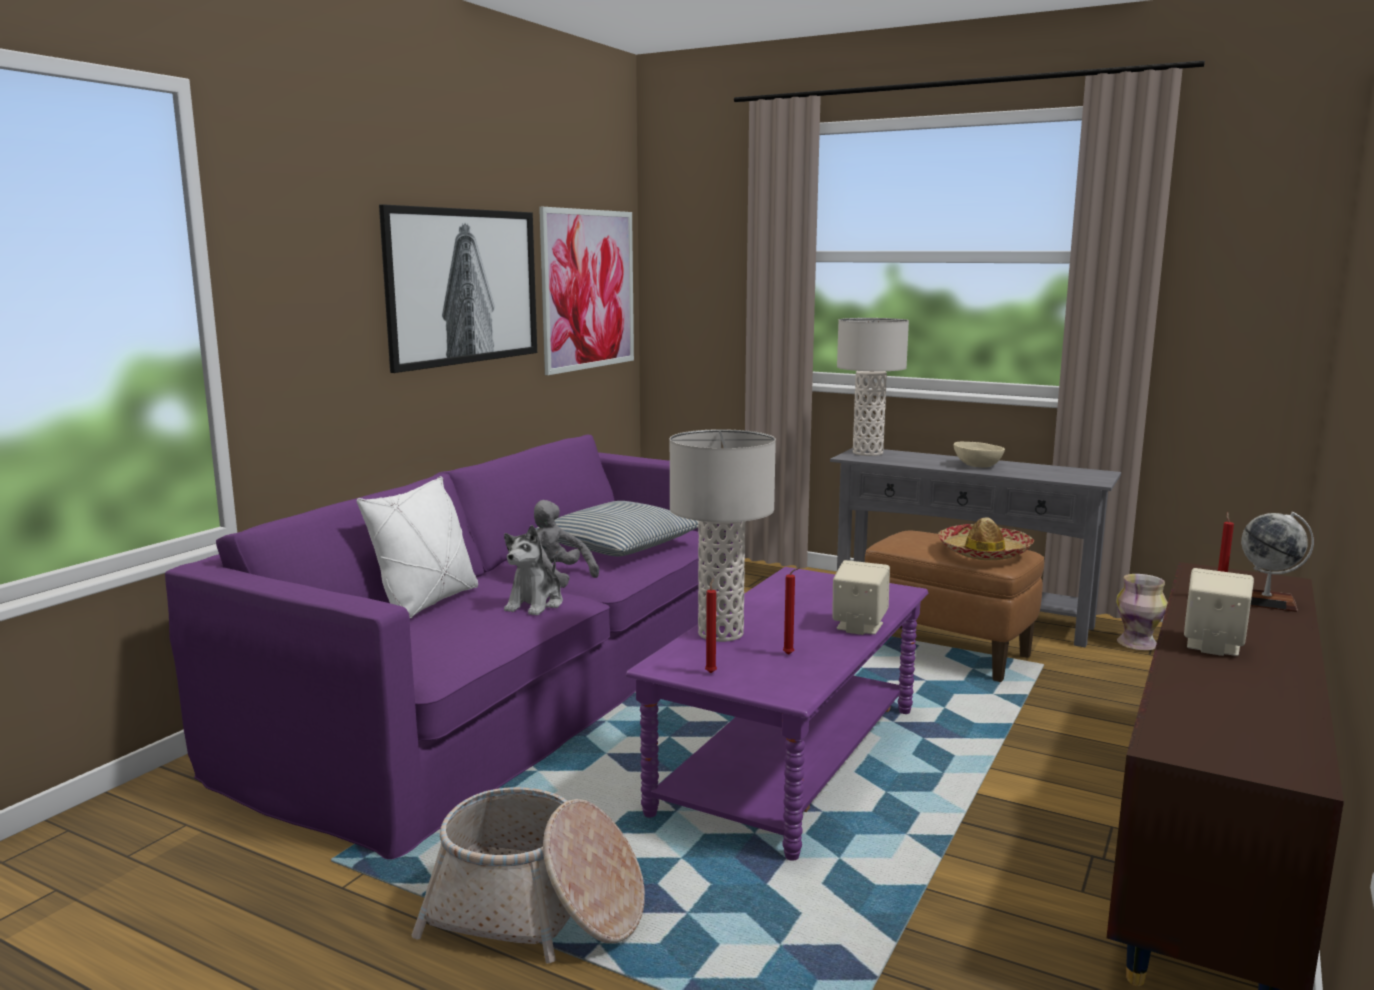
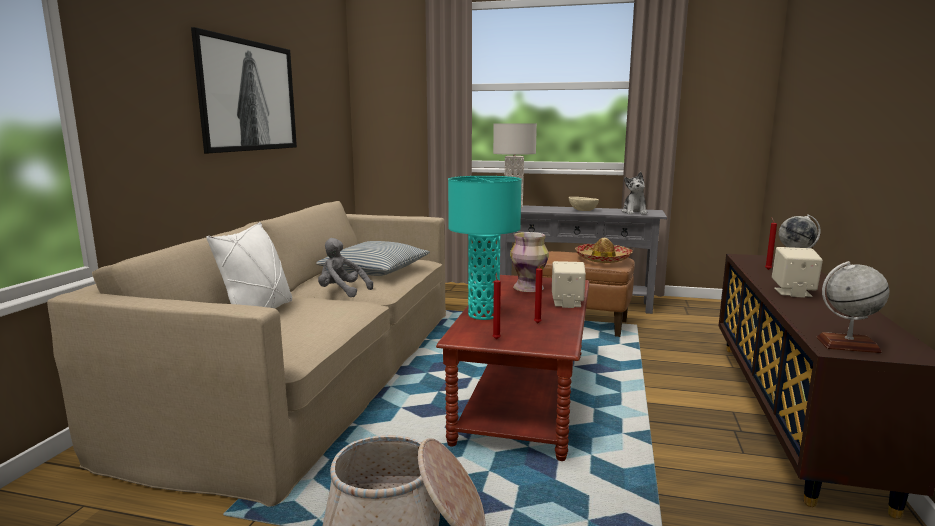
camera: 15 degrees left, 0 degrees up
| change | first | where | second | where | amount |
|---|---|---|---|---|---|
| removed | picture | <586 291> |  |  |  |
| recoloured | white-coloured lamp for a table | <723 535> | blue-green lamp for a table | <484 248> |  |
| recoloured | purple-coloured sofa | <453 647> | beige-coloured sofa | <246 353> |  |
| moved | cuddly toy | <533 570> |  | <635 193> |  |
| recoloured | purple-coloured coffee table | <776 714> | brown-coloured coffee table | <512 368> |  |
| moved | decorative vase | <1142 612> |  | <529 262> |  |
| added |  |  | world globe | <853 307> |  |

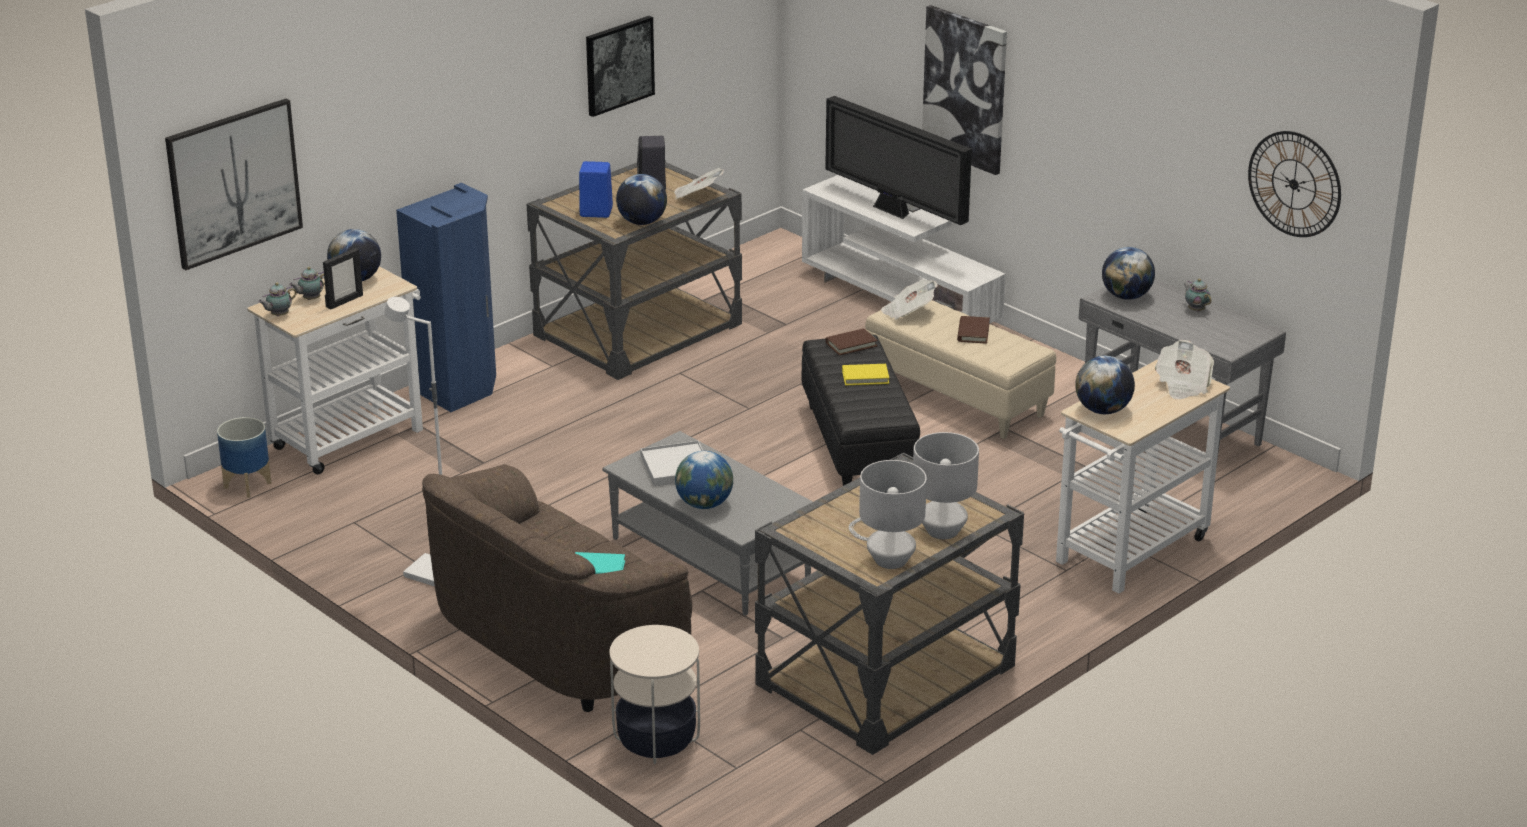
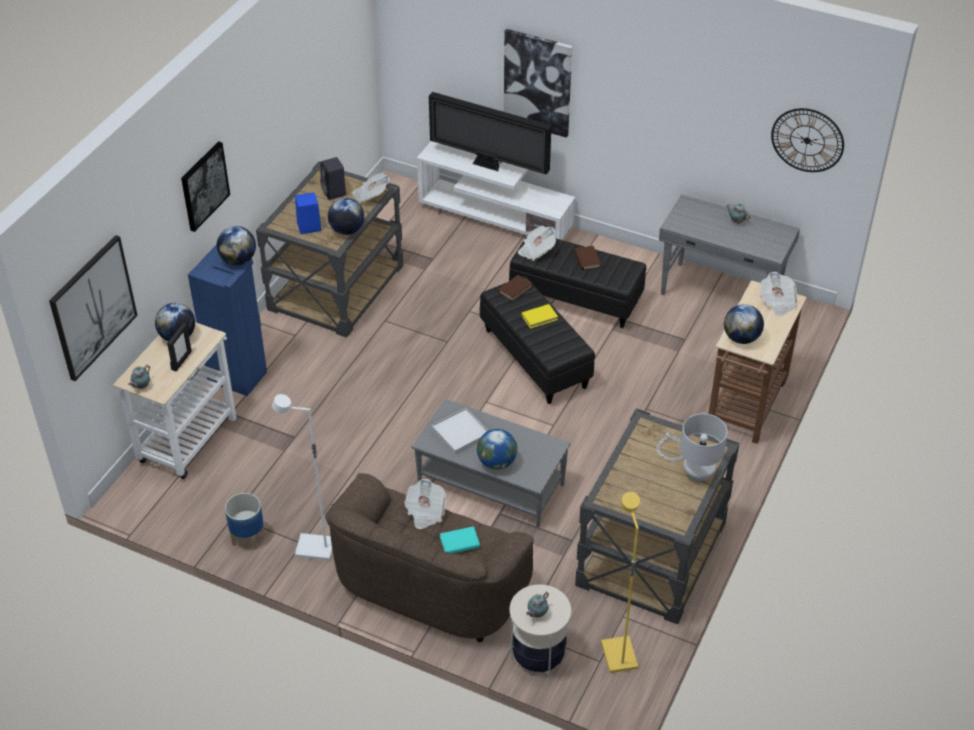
camera: 20 degrees left, 15 degrees up
| change | first | where | second | where | amount |
|---|---|---|---|---|---|
| moved | picture | <620 66> |  | <205 186> |  |
| moved | world globe | <1128 273> |  | <236 245> |  |
| moved | pot for tea | <307 283> |  | <537 605> |  |
| recoloured | beige-coloured pouffe | <960 369> | black pouffe | <577 280> |  |
| recoloured | white-coloured wheeled cart | <1143 476> | brown-coloured wheeled cart | <757 362> |  |
| moved | flower pot | <244 457> |  | <244 521> |  |
| removed | gray lamp for a table | <888 514> |  |  |  |
| added |  |  | printed paper | <425 504> |  |
| added |  |  | yellow-coloured floor lamp | <620 582> |  |

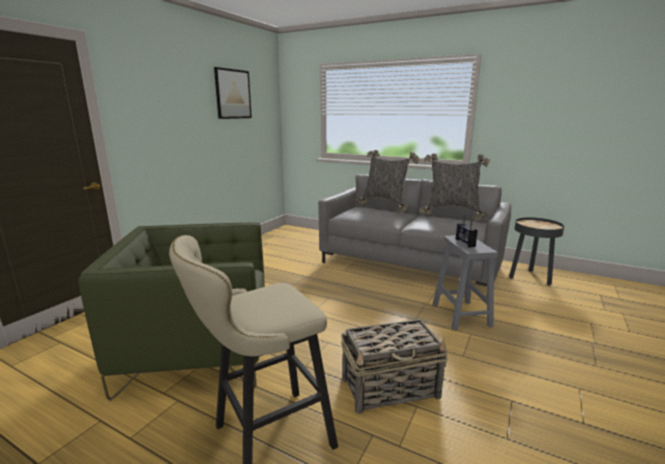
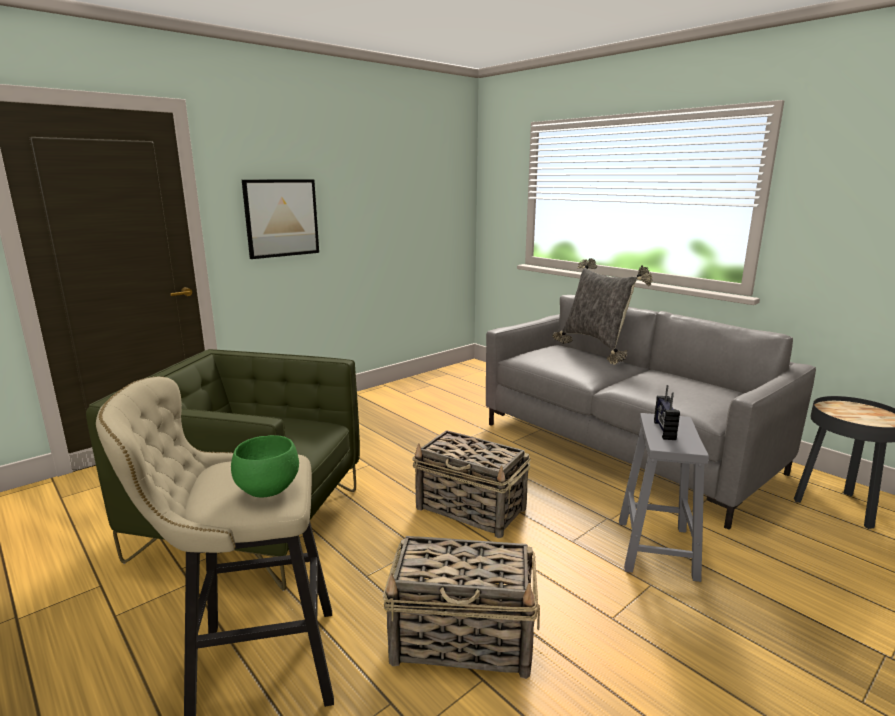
camera: 20 degrees right, 0 degrees up
| change | first | where | second | where | amount |
|---|---|---|---|---|---|
| moved | picture | <233 93> |  | <280 219> |  |
| removed | cushion | <454 187> |  |  |  |
| added |  |  | household basket | <471 484> |  |
| added |  |  | greenish bowl | <265 466> |  |

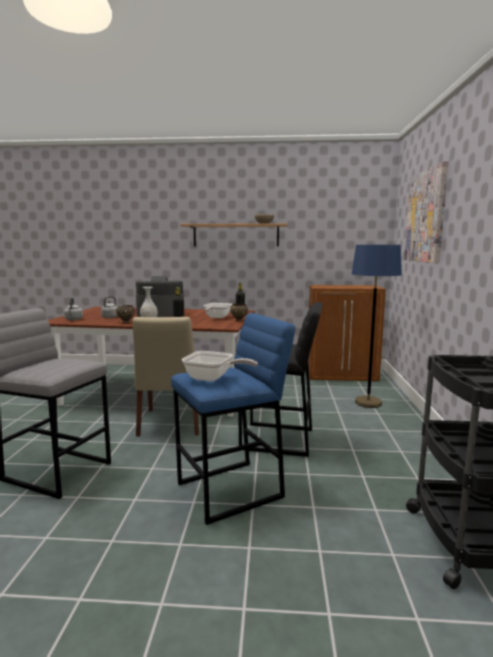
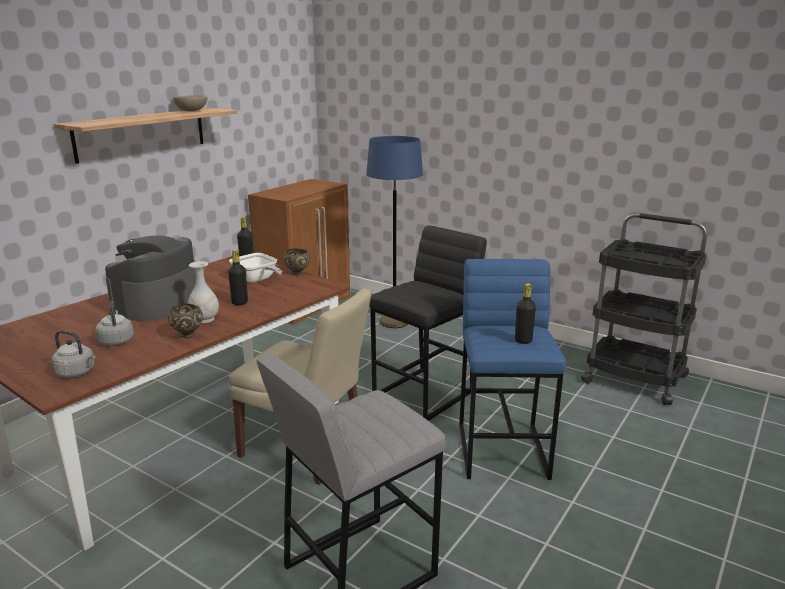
camera: 60 degrees left, 10 degrees up
| change | first | where | second | where | amount |
|---|---|---|---|---|---|
| removed | picture | <426 212> |  |  |  |
| replaced | frying pan | <220 366> | black bottle | <525 313> |  |

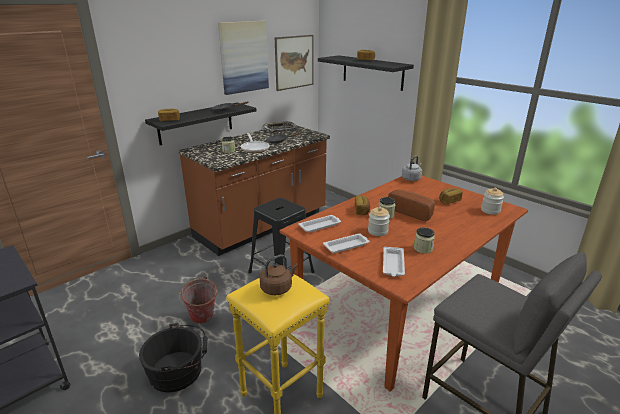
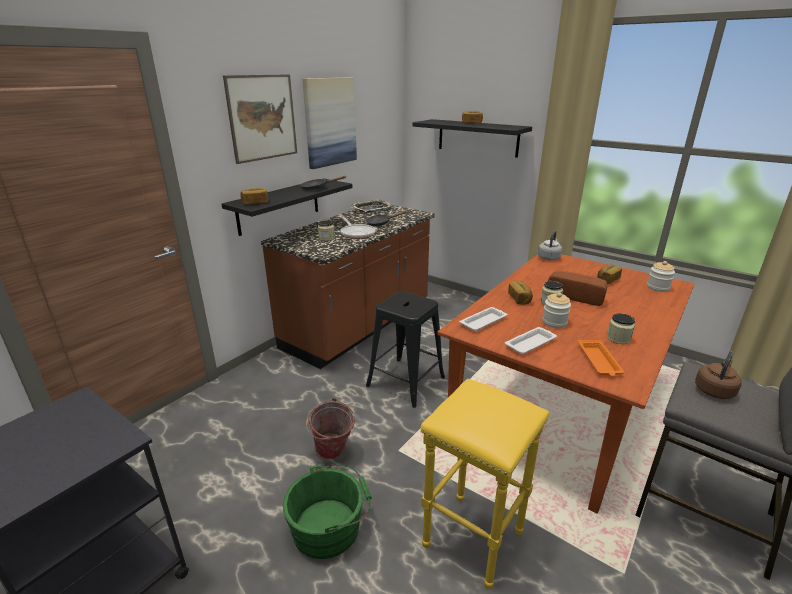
camera: 10 degrees left, 0 degrees up
| change | first | where | second | where | amount |
|---|---|---|---|---|---|
| moved | picture | <294 63> |  | <260 119> |  |
| recoloured | white-coloured carrying tray | <394 262> | orange carrying tray | <601 358> |  |
| moved | brown-coloured tea kettle | <279 275> |  | <718 375> |  |
| recoloured | black pail | <173 358> | greenish pail | <327 511> |  |

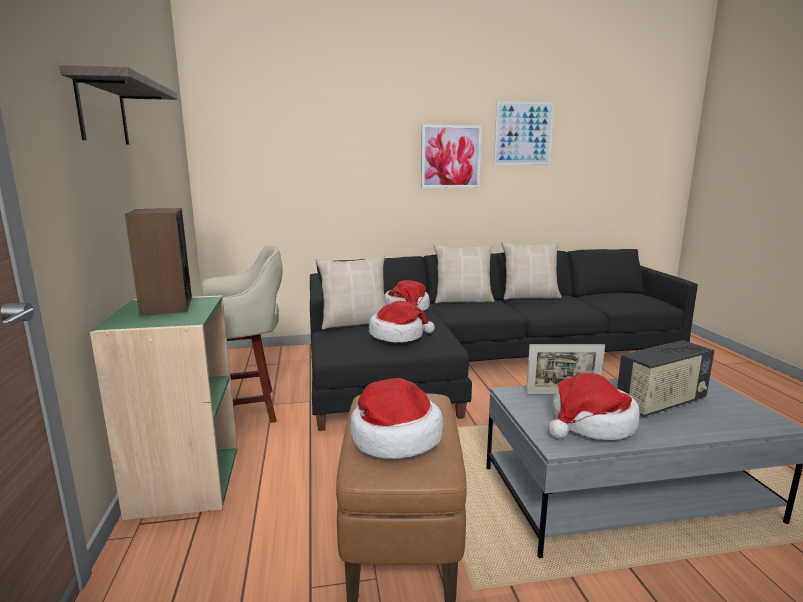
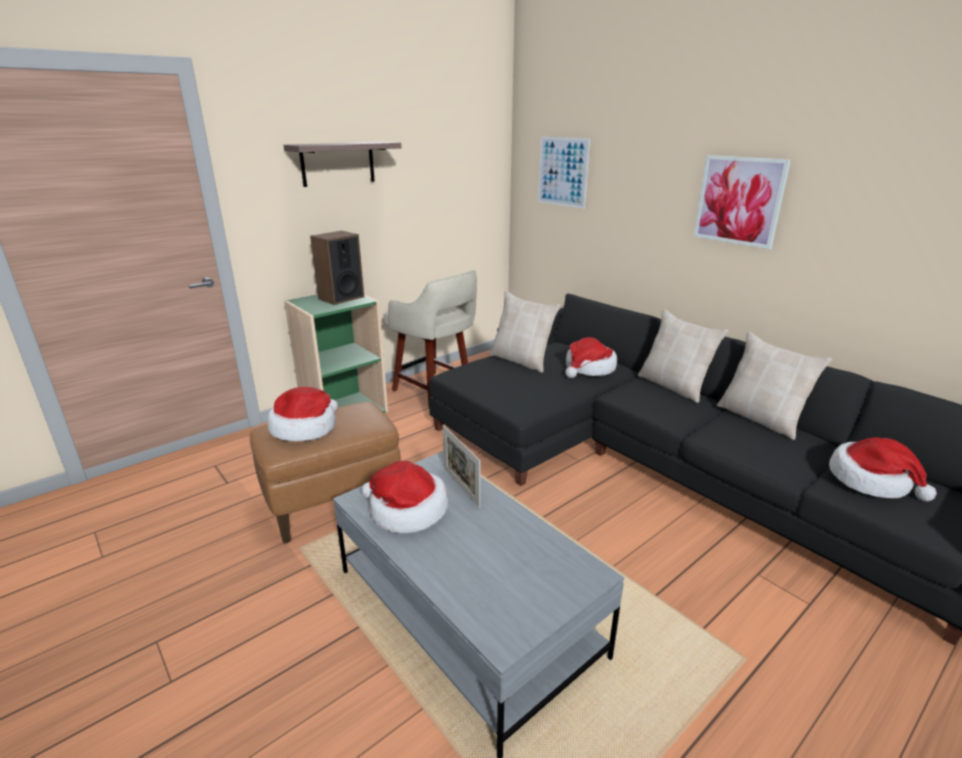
camera: 60 degrees right, 10 degrees up
| change | first | where | second | where | amount |
|---|---|---|---|---|---|
| moved | picture | <524 133> |  | <564 173> |  |
| moved | clothing hat | <402 322> |  | <883 469> |  |
| removed | radio receiver | <665 378> |  |  |  |

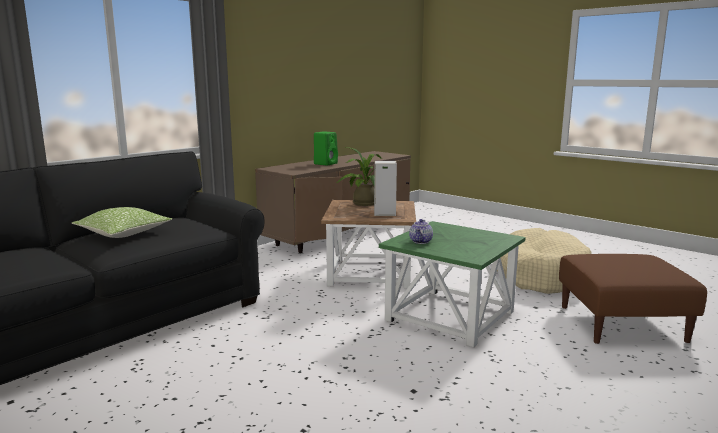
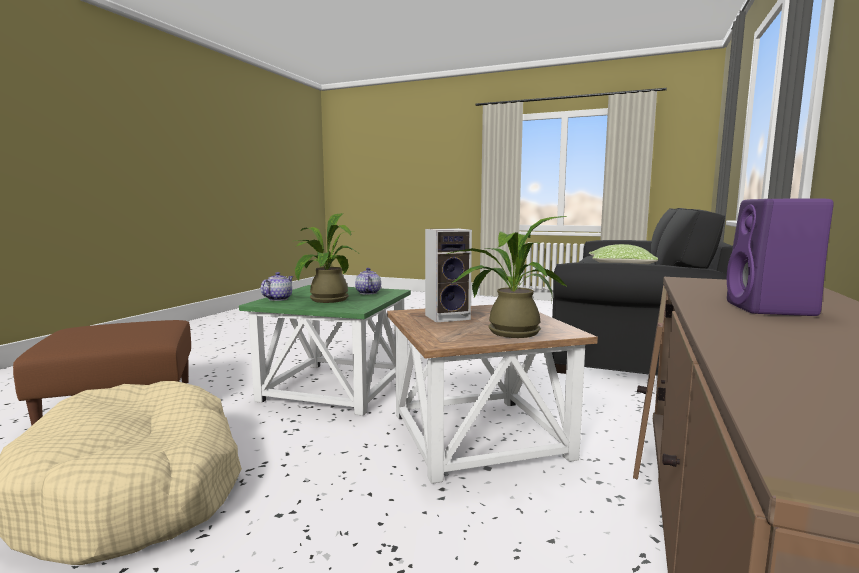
camera: 160 degrees right, 5 degrees down
| change | first | where | second | where | amount |
|---|---|---|---|---|---|
| recoloured | greenish speaker | <326 148> | purple-coloured speaker | <780 257> |  |
| added |  |  | houseplant | <326 258> |  |
| added |  |  | pot for tea | <277 286> |  |

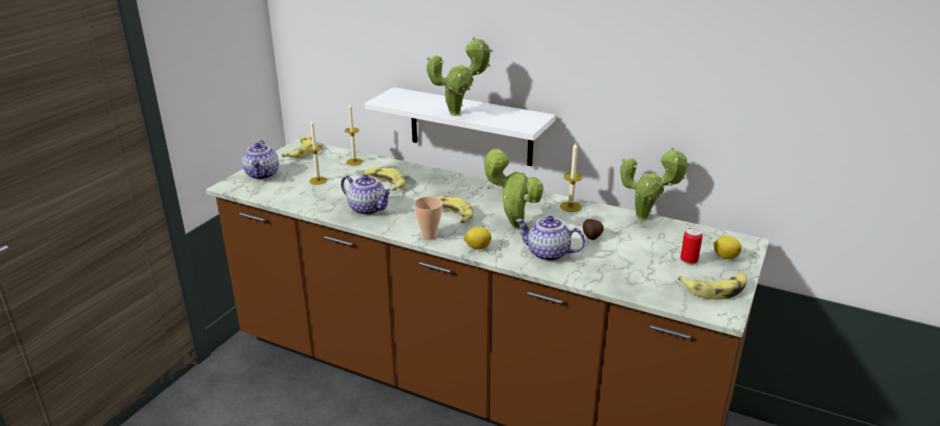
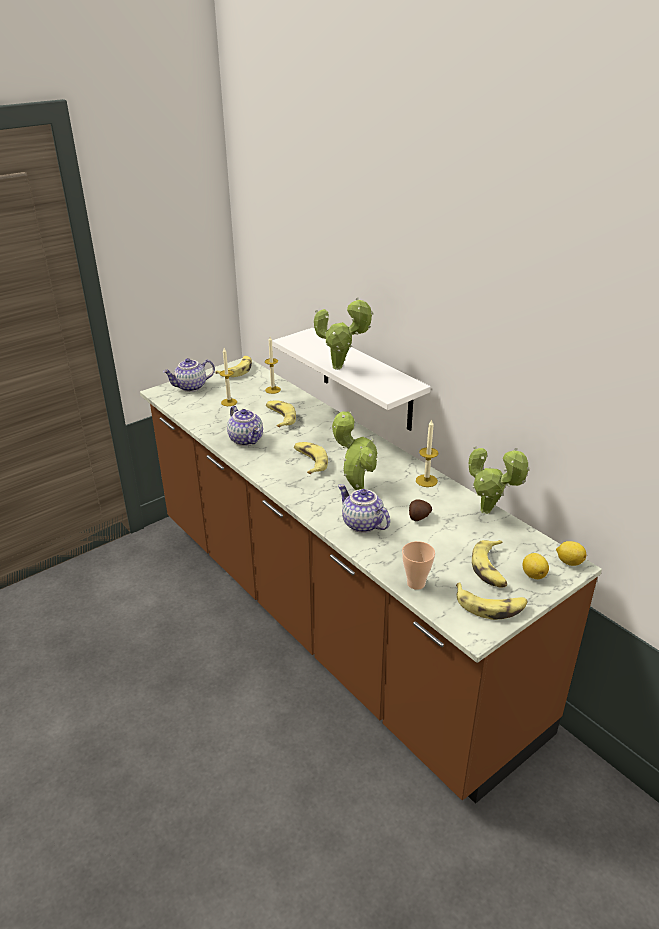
camera: 25 degrees right, 5 degrees up
| change | first | where | second | where | amount |
|---|---|---|---|---|---|
| turned | pot for tea | <260 160> |  | <189 375> | 45 degrees clockwise |
| moved | drinking cup | <428 218> |  | <418 565> |  |
| moved | citrus fruit | <477 238> |  | <571 553> |  |
| replaced | can | <691 247> | whole banana | <489 564> |  |

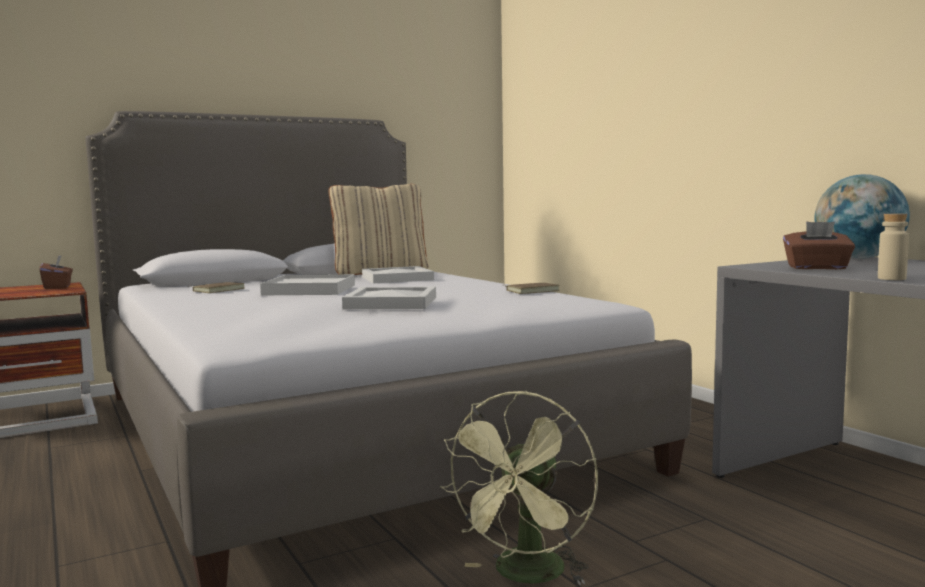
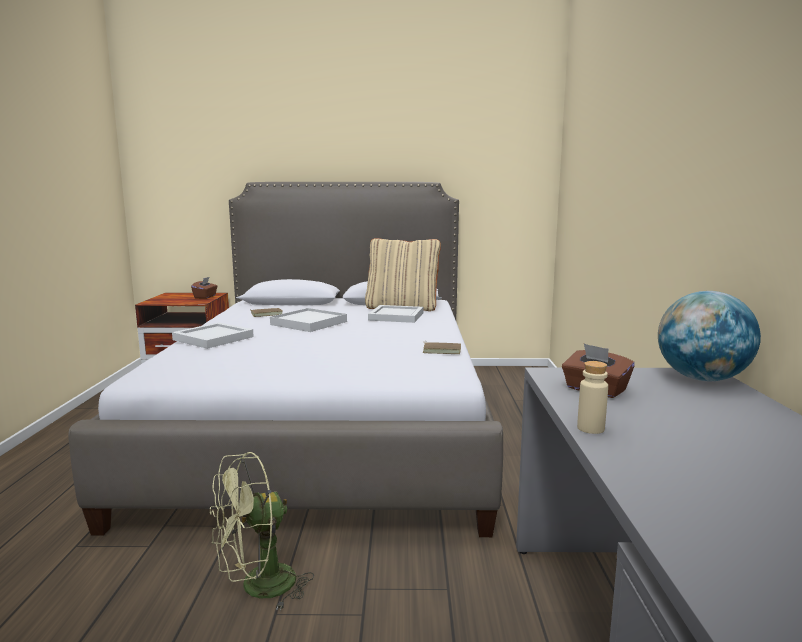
camera: 30 degrees right, 5 degrees up
| change | first | where | second | where | amount |
|---|---|---|---|---|---|
| moved | white-coloured carrying tray | <389 297> |  | <213 335> |  |

